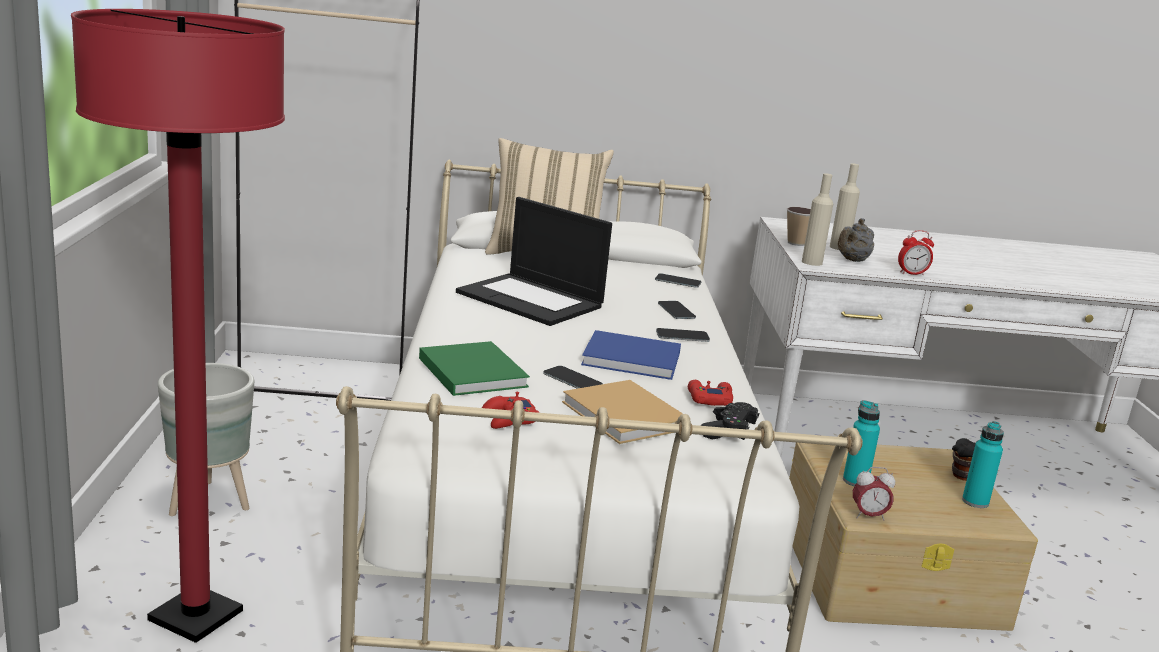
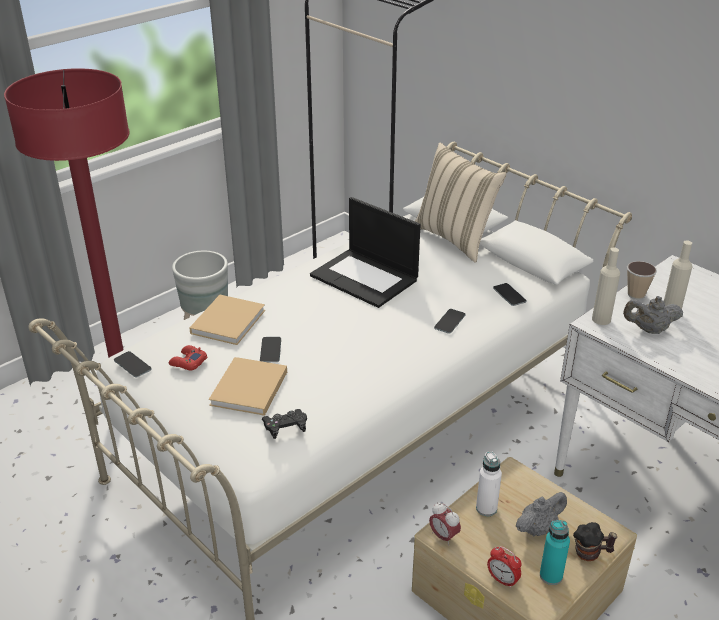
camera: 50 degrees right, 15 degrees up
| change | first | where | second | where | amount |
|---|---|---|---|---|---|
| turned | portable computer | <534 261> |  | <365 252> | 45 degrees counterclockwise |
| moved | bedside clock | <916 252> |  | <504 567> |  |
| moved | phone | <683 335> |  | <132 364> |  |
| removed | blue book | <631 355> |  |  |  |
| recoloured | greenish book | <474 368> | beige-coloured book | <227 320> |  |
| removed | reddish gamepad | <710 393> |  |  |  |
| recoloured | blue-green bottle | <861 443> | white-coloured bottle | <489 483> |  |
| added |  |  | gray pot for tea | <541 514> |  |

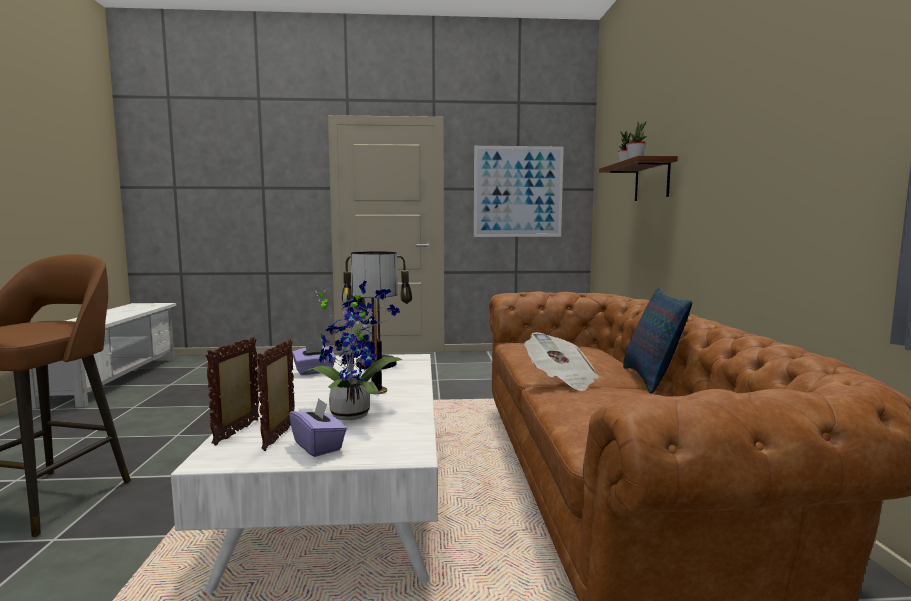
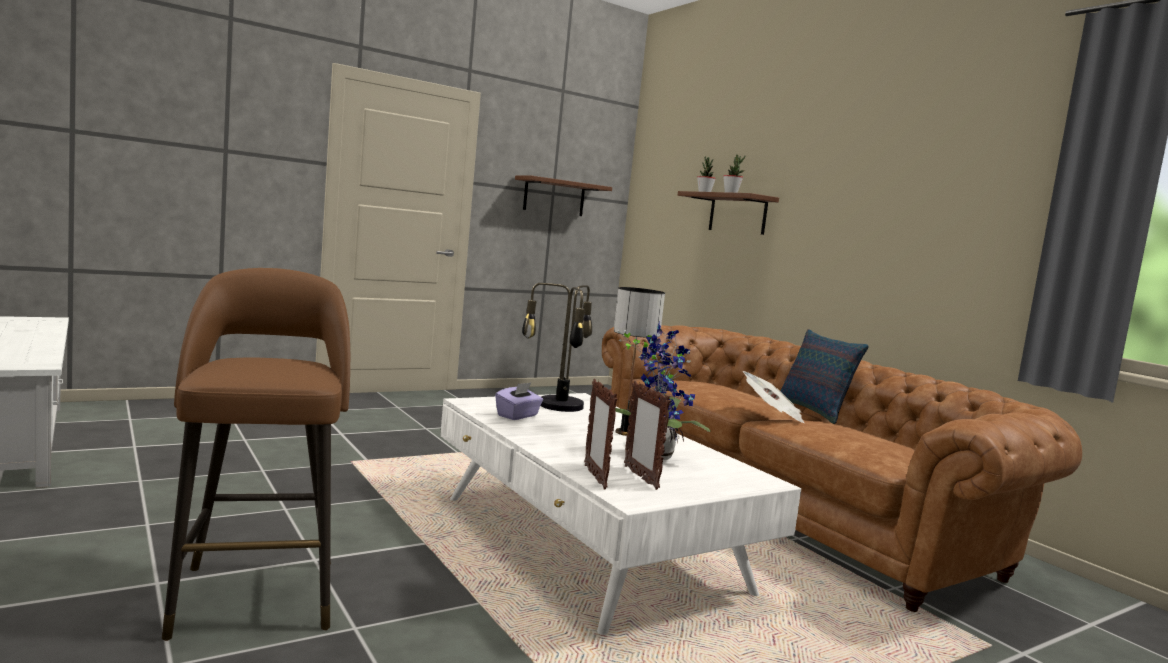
camera: 30 degrees left, 0 degrees up
| change | first | where | second | where | amount |
|---|---|---|---|---|---|
| replaced | picture | <519 191> | brown-coloured shelf | <563 195> |  |
| removed | purple-coloured tissue holder | <318 427> |  |  |  |

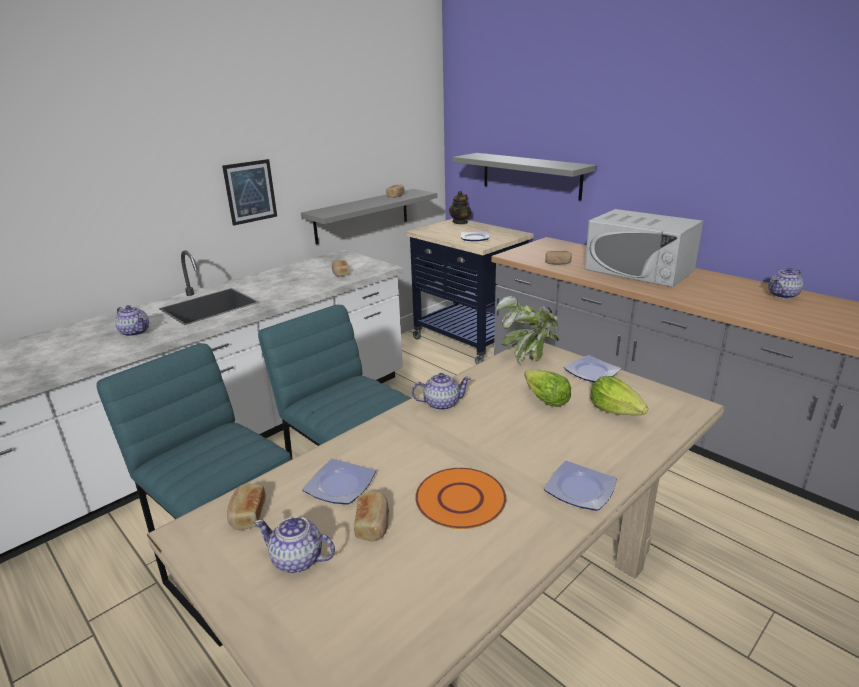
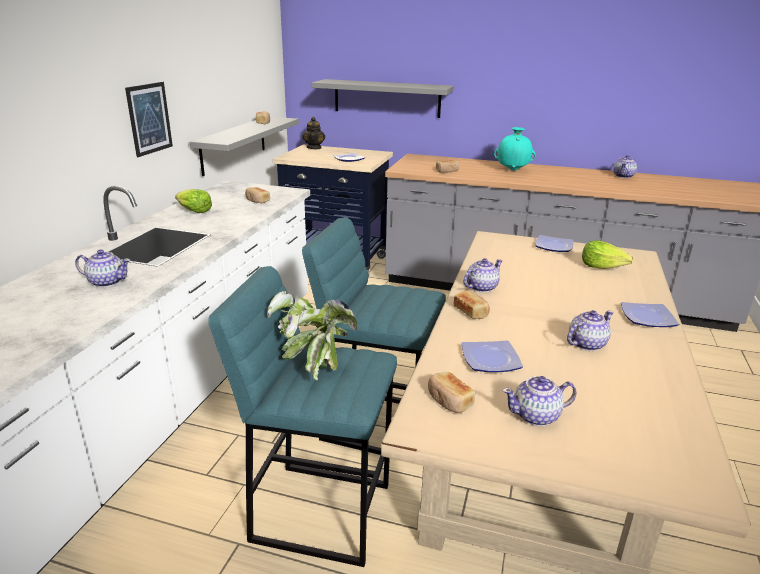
camera: 30 degrees left, 0 degrees up
| change | first | where | second | where | amount |
|---|---|---|---|---|---|
| replaced | white-coloured microwave | <644 248> | blue-green decorative vase | <515 149> |  |
| moved | houseplant | <527 329> |  | <312 335> |  |
| moved | lettuce head | <547 388> |  | <193 201> |  |
| replaced | orange flat dish | <460 498> | pot for tea | <590 330> |  |
| moved | baked bread | <371 516> |  | <472 305> |  |

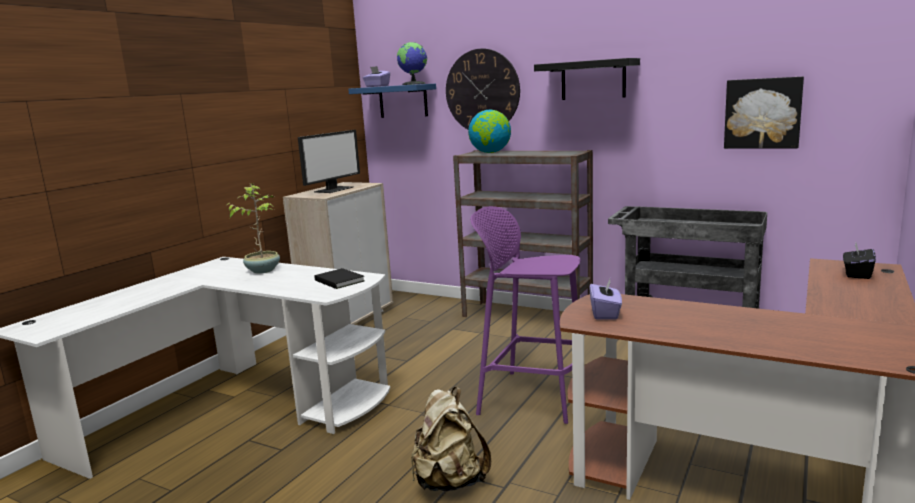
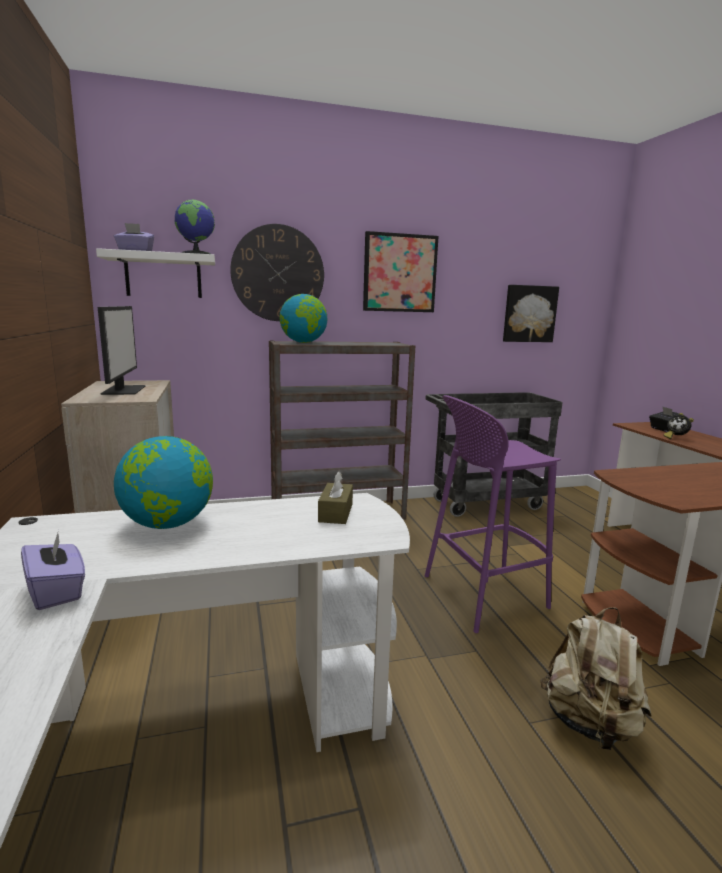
camera: 45 degrees left, 0 degrees up
| change | first | where | second | where | amount |
|---|---|---|---|---|---|
| replaced | black shelf | <587 79> | picture | <401 271> |  |
| recoloured | blue shelf | <392 101> | white-coloured shelf | <155 273> |  |
| replaced | houseplant | <253 229> | world globe | <163 482> |  |
| replaced | black book | <339 278> | brown-coloured tissue holder | <335 497> |  |
| moved | purple-coloured tissue holder | <605 299> |  | <53 570> |  |
| added |  |  | bedside clock | <678 426> |  |

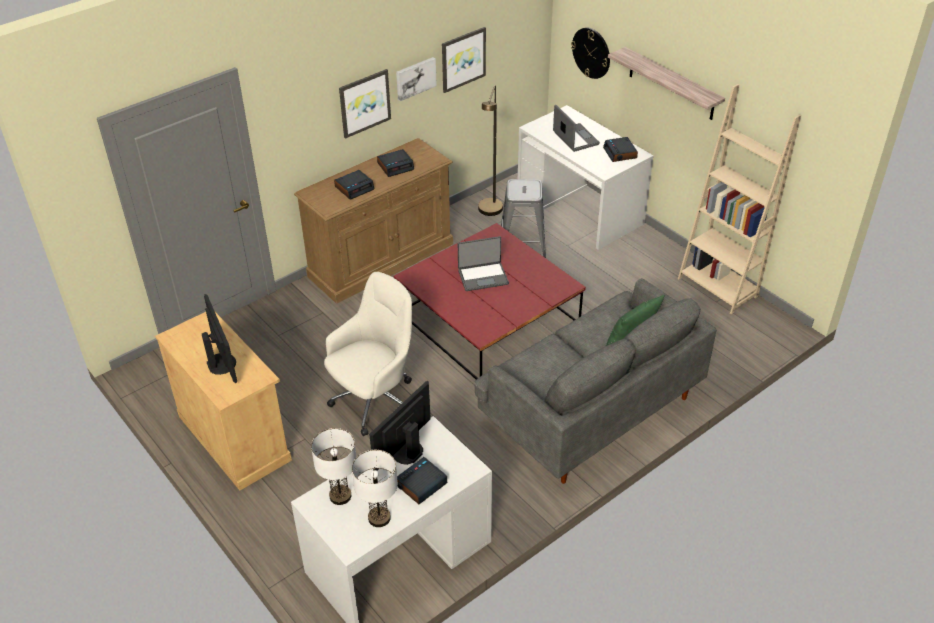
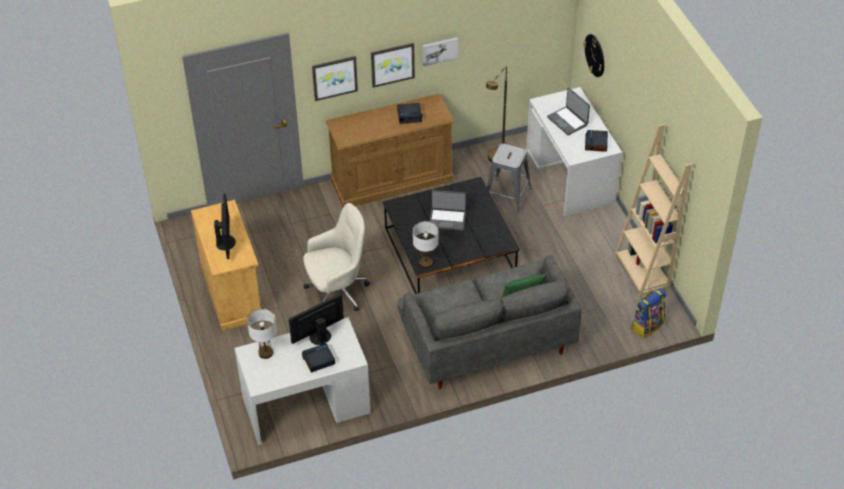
camera: 20 degrees right, 5 degrees up
| change | first | where | second | where | amount |
|---|---|---|---|---|---|
| moved | picture | <464 60> |  | <335 78> |  |
| removed | shelf | <666 83> |  |  |  |
| turned | portable computer | <576 128> |  | <568 111> | 150 degrees clockwise |
| removed | bedside clock | <354 185> |  |  |  |
| recoloured | reddish coffee table | <489 301> | black coffee table | <451 235> |  |
| moved | lamp for a table | <375 488> |  | <426 245> |  |
| added |  |  | knapsack | <649 313> |  |

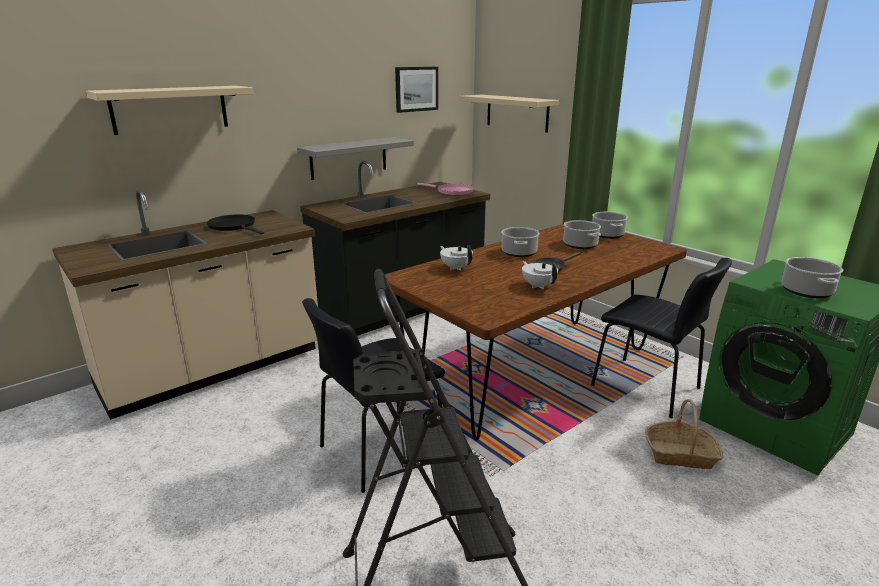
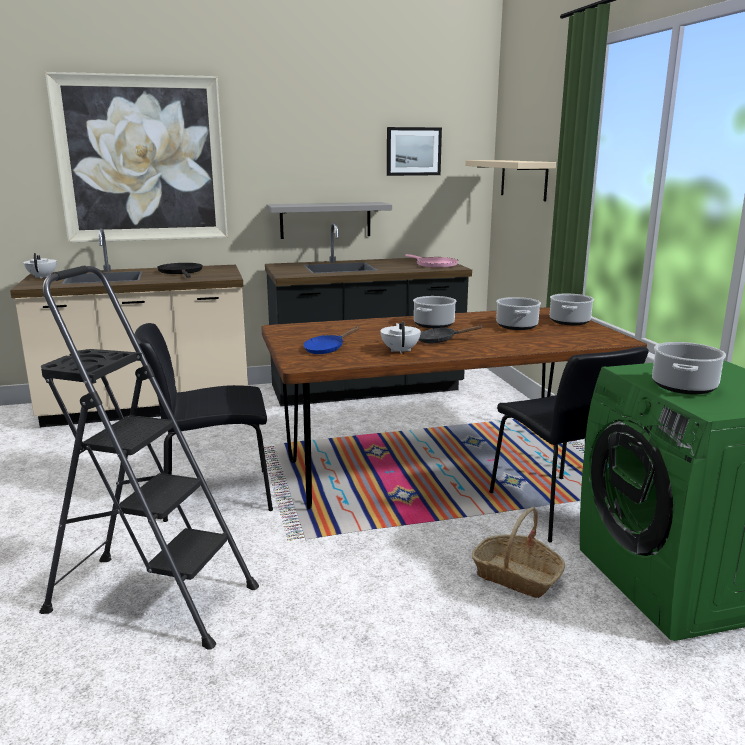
camera: 25 degrees right, 5 degrees down
| change | first | where | second | where | amount |
|---|---|---|---|---|---|
| replaced | beige-coloured shelf | <169 110> | picture | <136 157> |  |
| moved | white-coloured pot for tea | <456 258> |  | <40 266> |  |
| added |  |  | blue frying pan | <331 340> |  |

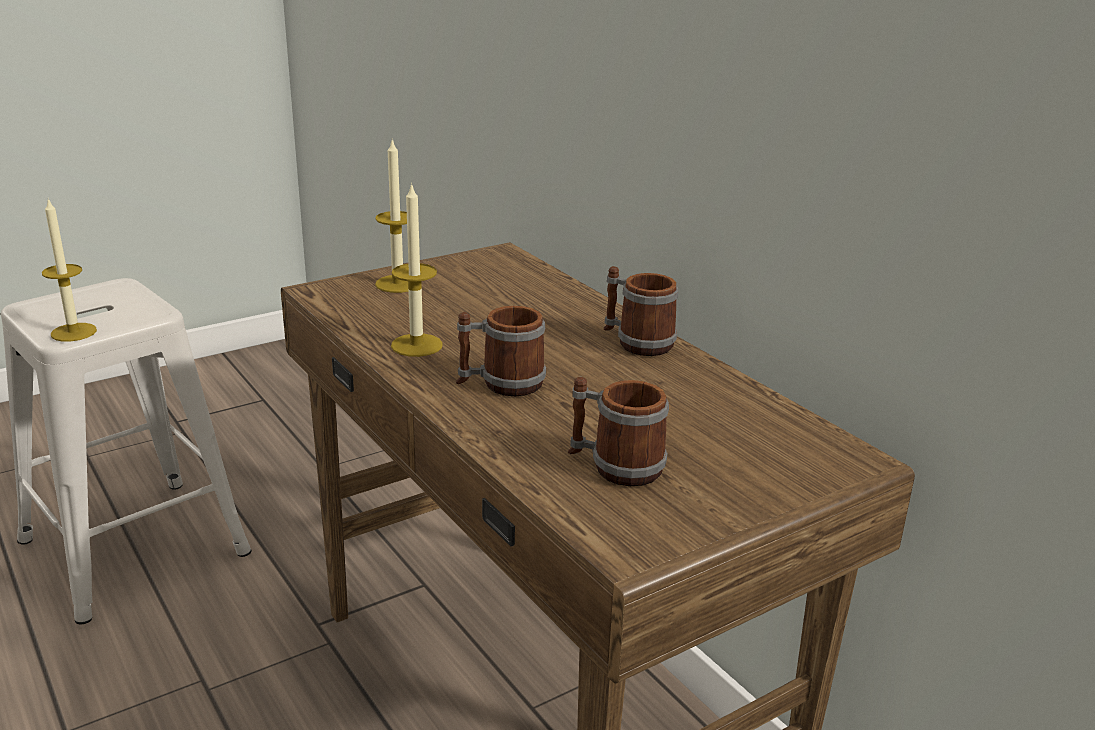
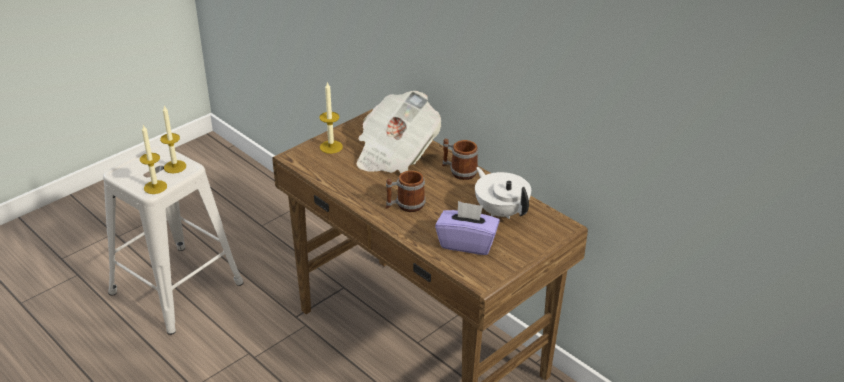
camera: 10 degrees left, 10 degrees up
| change | first | where | second | where | amount |
|---|---|---|---|---|---|
| moved | wax light | <417 269> |  | <173 139> |  |
| replaced | tea mug | <618 431> | purple-coloured tissue holder | <467 228> |  |
| added |  |  | printed paper | <398 132> |  |
| added |  |  | white-coloured pot for tea | <503 193> |  |

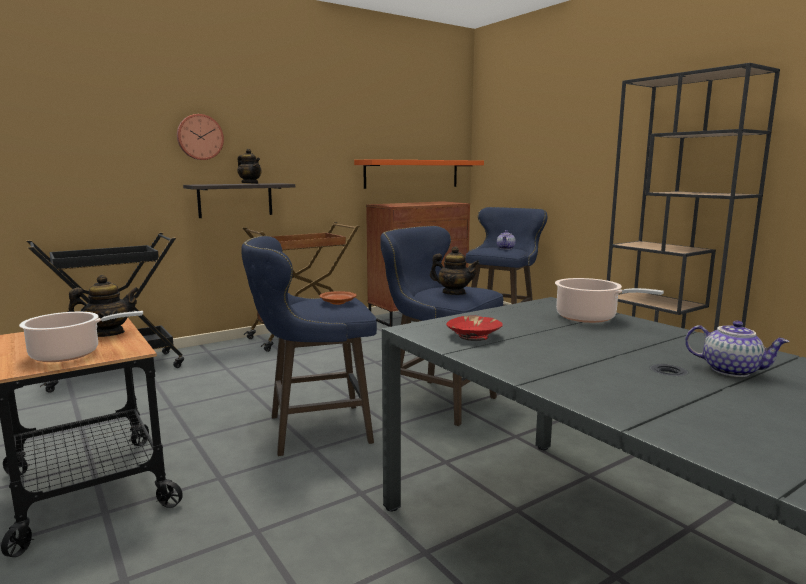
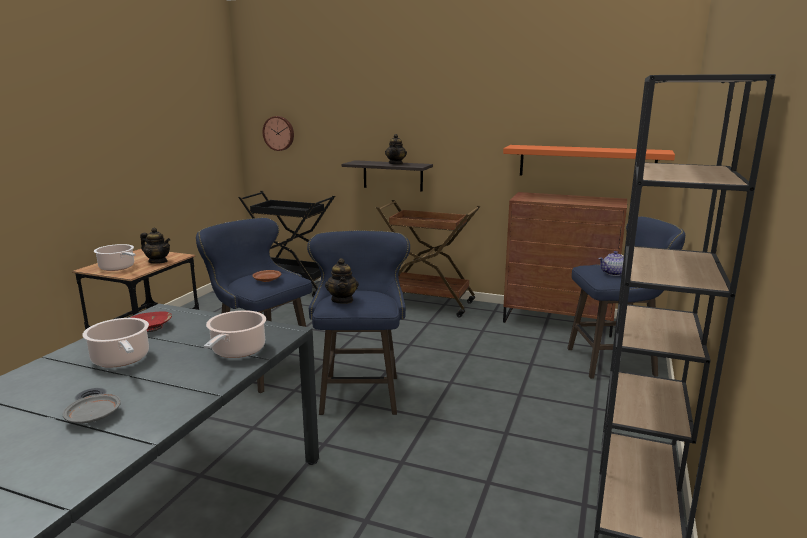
camera: 55 degrees right, 5 degrees up
| change | first | where | second | where | amount |
|---|---|---|---|---|---|
| moved | hanging clock | <200 137> |  | <278 133> |  |
| replaced | pot for tea | <737 349> | gray flat dish | <92 409> |  |
| added |  |  | stockpot | <115 343> |  |

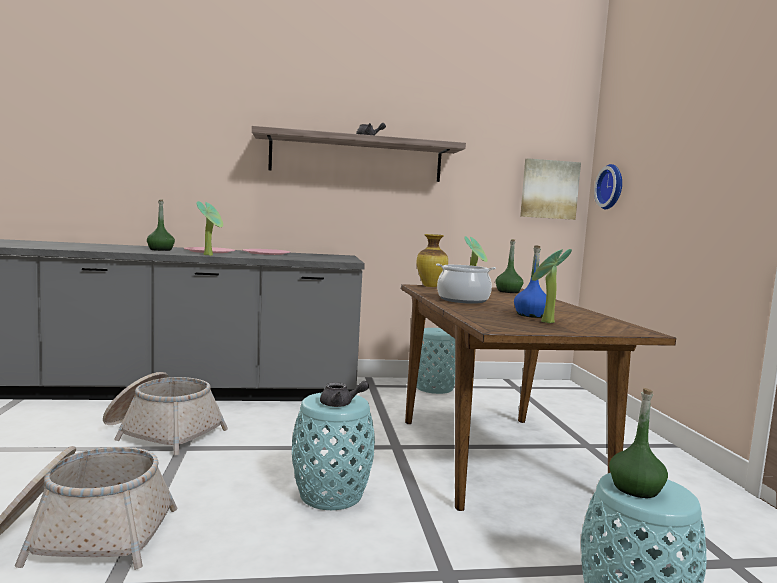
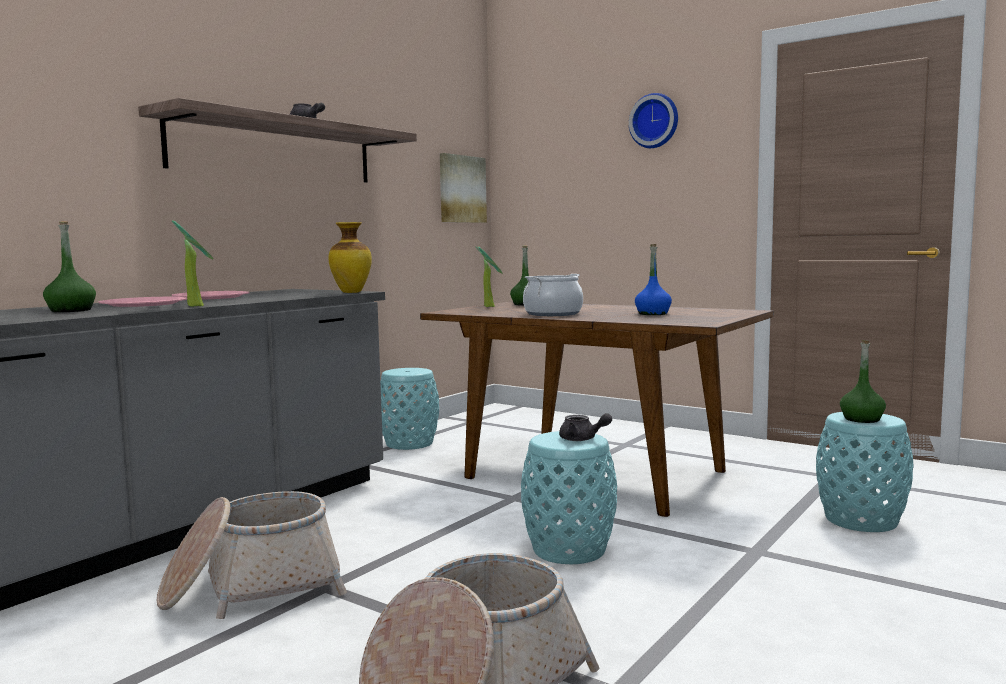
camera: 45 degrees left, 0 degrees up
| change | first | where | second | where | amount |
|---|---|---|---|---|---|
| moved | hanging clock | <608 186> |  | <653 120> |  |
| moved | decorative vase | <432 260> |  | <350 257> |  |
| removed | houseplant | <552 286> |  |  |  |
| turned | gray pot for tea | <344 394> |  | <585 427> | 75 degrees clockwise |

